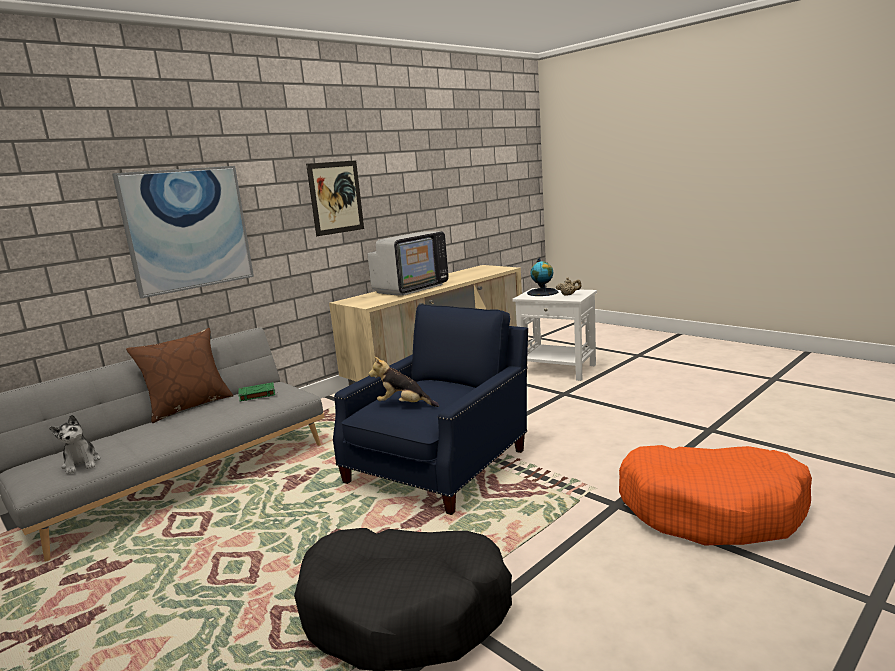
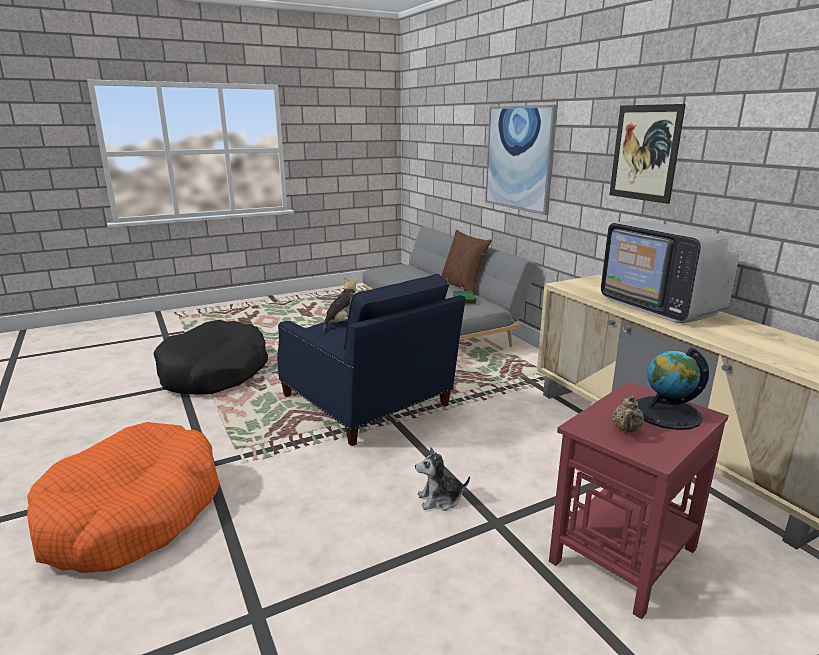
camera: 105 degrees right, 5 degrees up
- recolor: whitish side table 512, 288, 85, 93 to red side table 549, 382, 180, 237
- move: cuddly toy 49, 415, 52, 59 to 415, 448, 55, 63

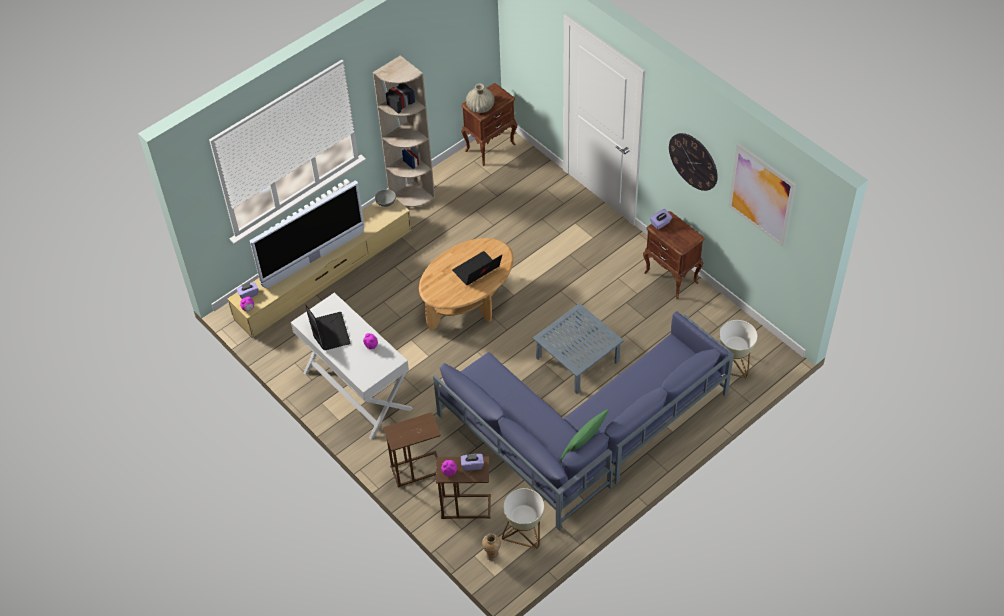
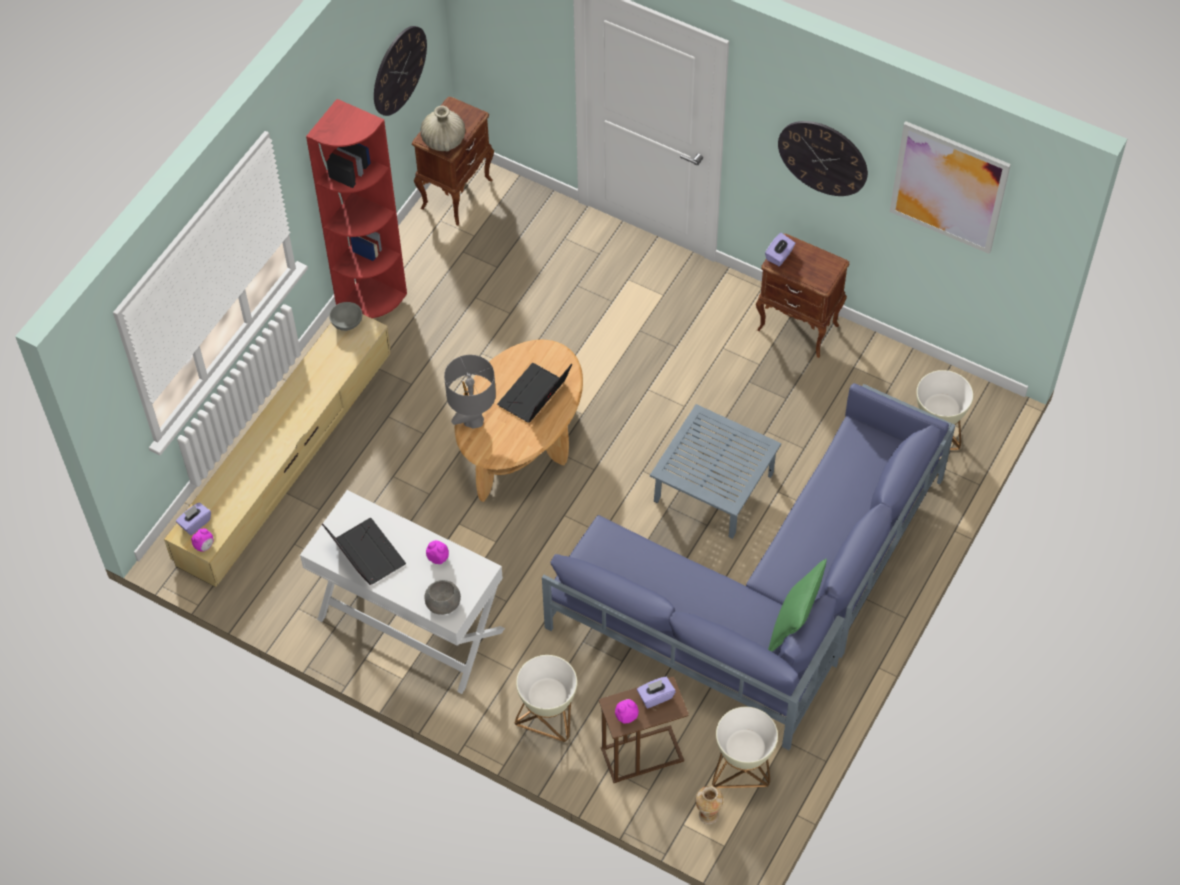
camera: 20 degrees left, 5 degrees up
- recolor: beige shelving unit 373, 55, 62, 152 to red shelving unit 306, 99, 101, 219
- delete: television 250, 181, 114, 107
- replace: brownish side table 383, 412, 58, 75 to planter 515, 655, 62, 87
- insert: clock on the wall 374, 26, 53, 90
- insert: grey tabletop lamp 444, 355, 52, 73
- insert: grey bowl 424, 580, 37, 35

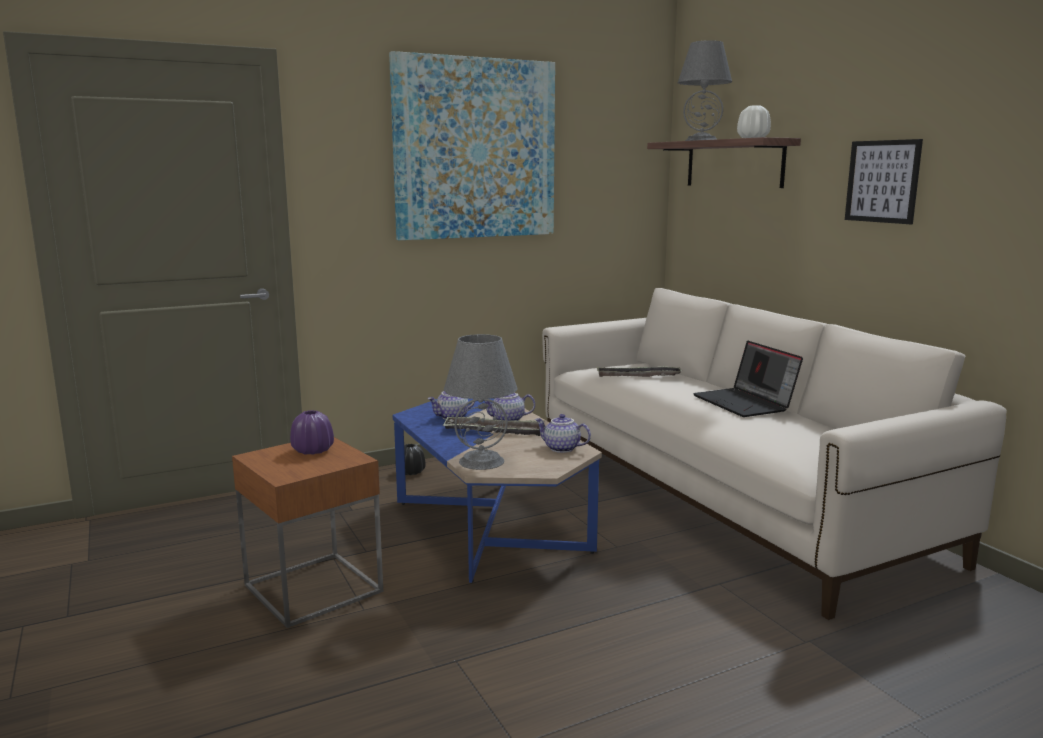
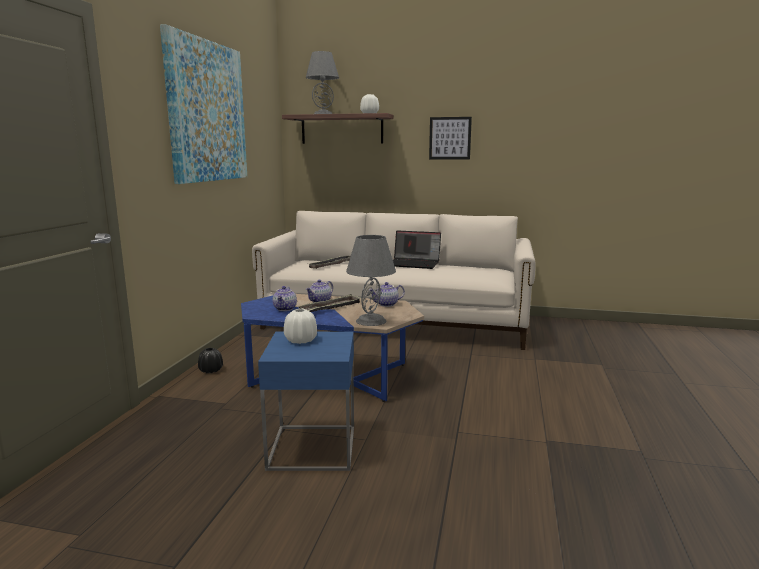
camera: 50 degrees left, 0 degrees up
- recolor: purple-coloured decorative vase 290, 410, 44, 45 to whitish decorative vase 284, 309, 33, 35
- recolor: brownish side table 232, 437, 151, 191 to blue-coloured side table 258, 332, 96, 139

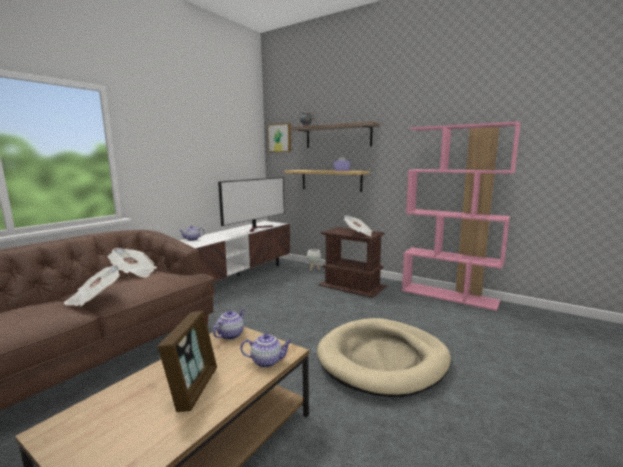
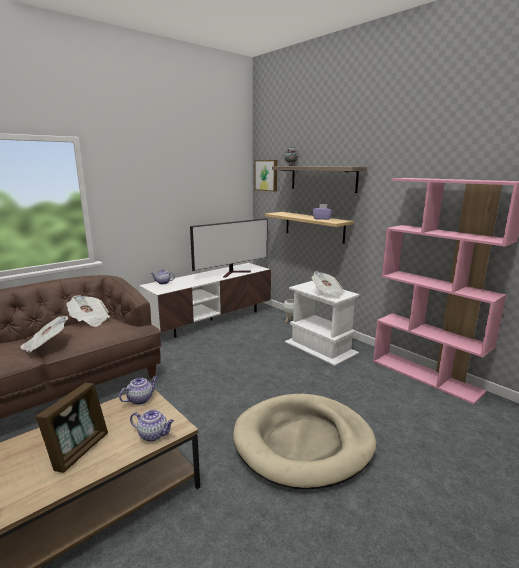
camera: 15 degrees right, 5 degrees up
- recolor: brownish side table 318, 227, 69, 71 to whitish side table 285, 281, 75, 85

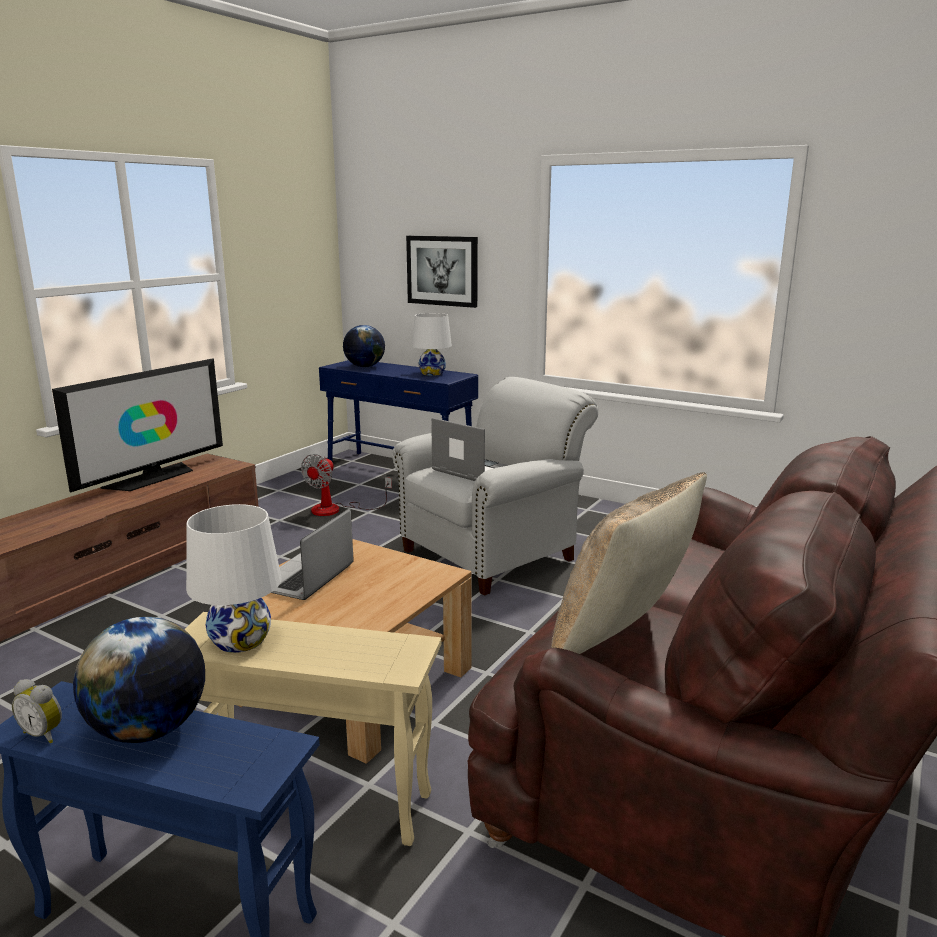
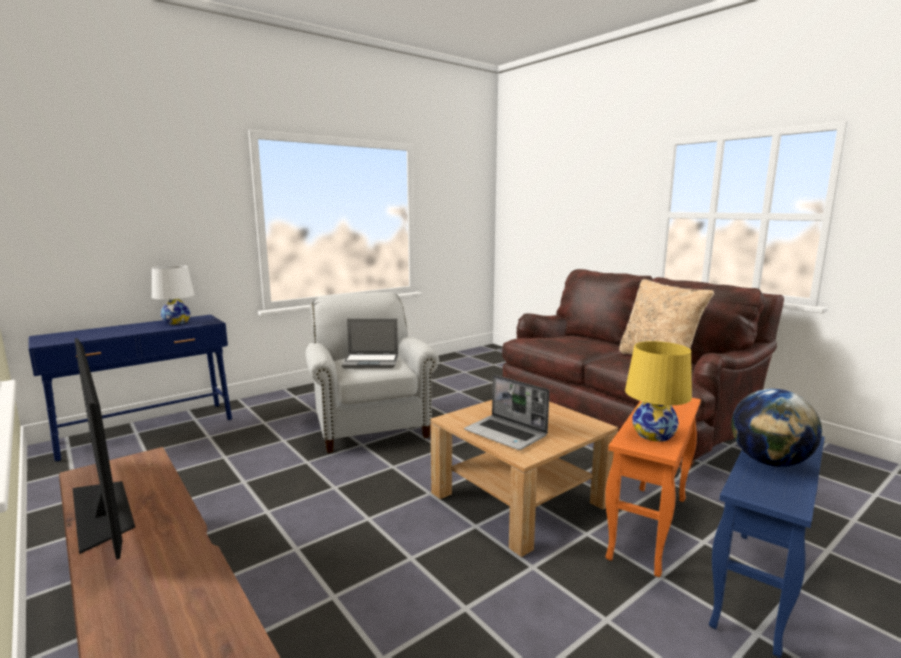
camera: 70 degrees left, 5 degrees down
- delete: wall art 406, 236, 72, 72
- delete: desk globe 343, 325, 42, 42
- rotate: portable computer 431, 418, 77, 63 = 342, 319, 56, 49 150 degrees counterclockwise
- delete: electric fan 301, 454, 91, 62
- recolor: whitish tabletop lamp 186, 504, 96, 149 to yellow tabletop lamp 625, 341, 67, 101
- recolor: beige side table 185, 612, 257, 234 to orangey side table 605, 398, 96, 179
- delete: table clock 12, 679, 50, 64

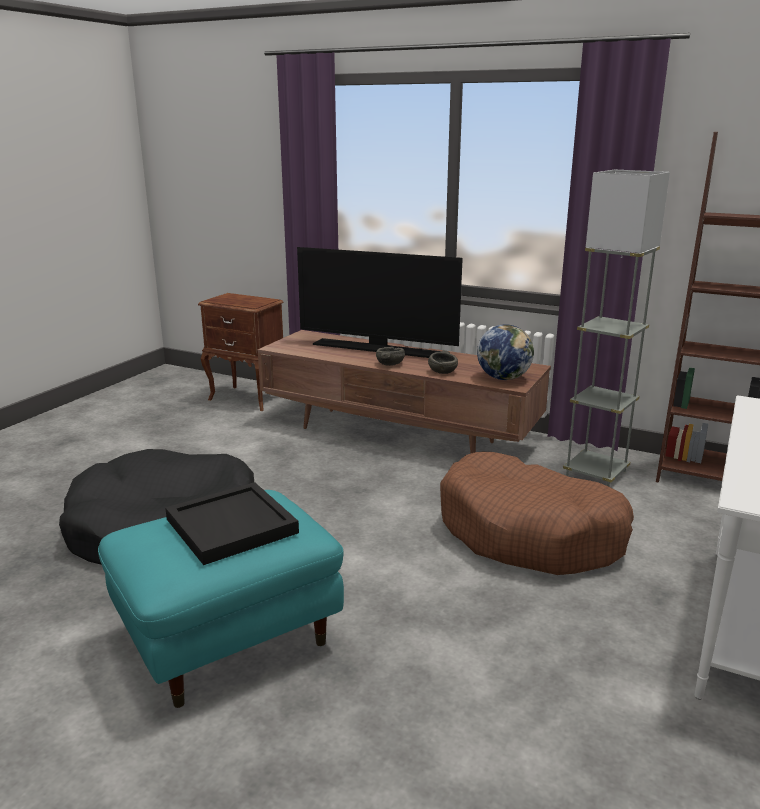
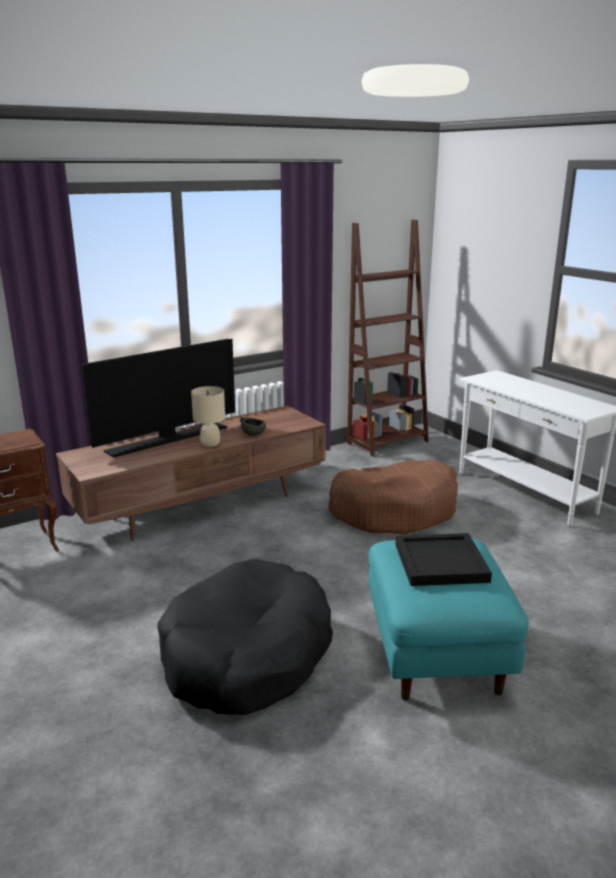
camera: 60 degrees left, 0 degrees up
- delete: grey standing lamp 563, 170, 107, 317
- delete: desk globe 477, 324, 57, 56
- replace: grey bowl 376, 347, 29, 19 to beige tabletop lamp 191, 386, 34, 61

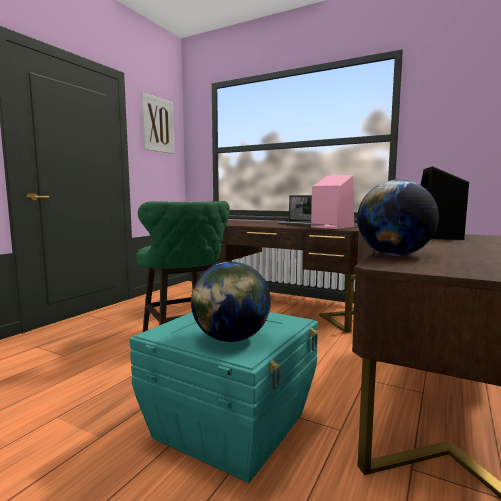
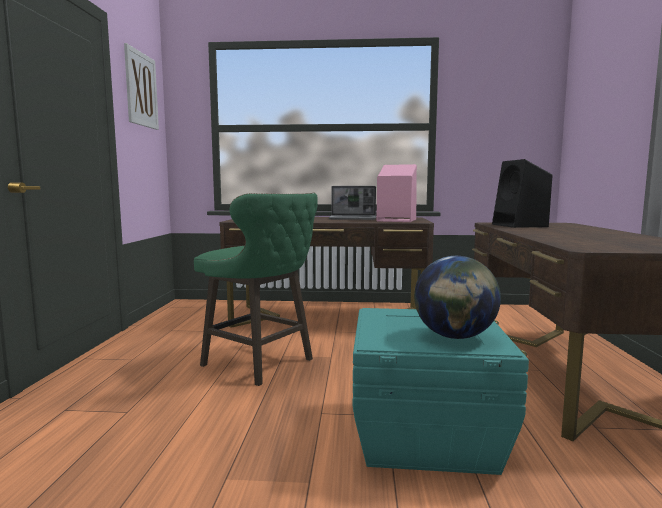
camera: 25 degrees left, 0 degrees up
- delete: desk globe 357, 180, 82, 76

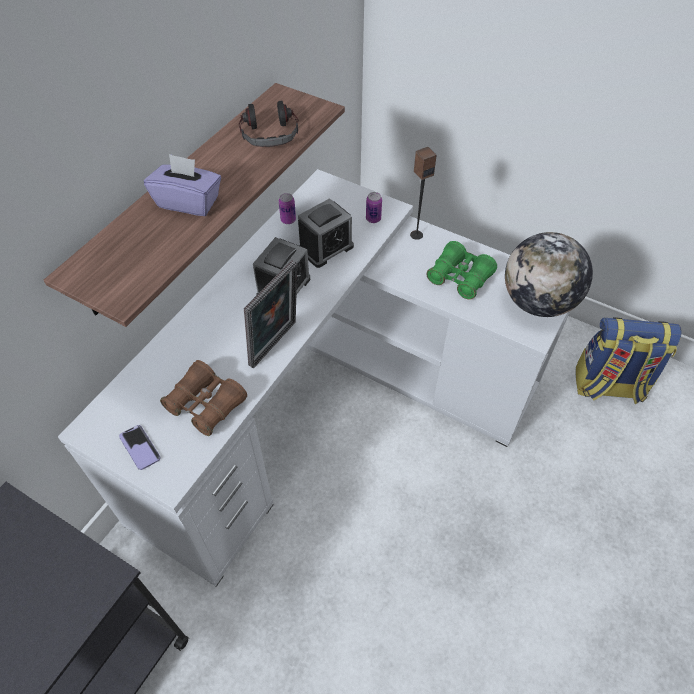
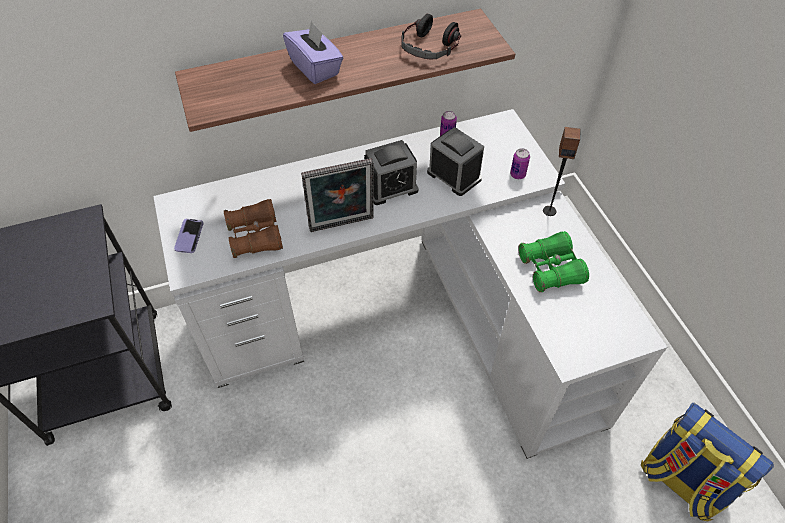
camera: 40 degrees right, 0 degrees up
- rotate: table clock 298, 198, 56, 70 = 427, 127, 57, 69 135 degrees counterclockwise
- delete: desk globe 505, 232, 88, 85

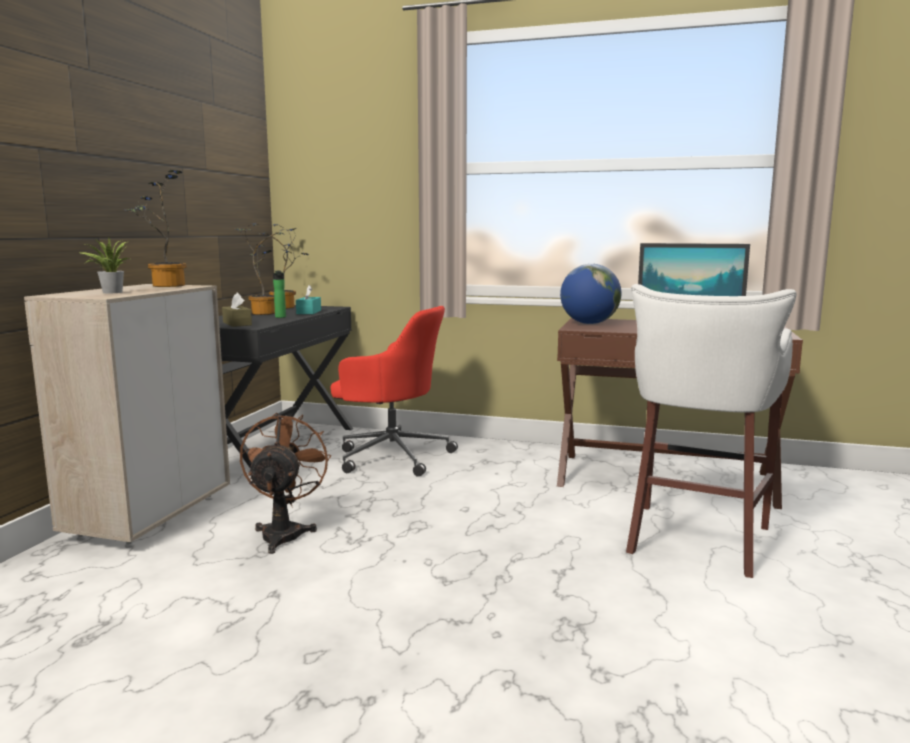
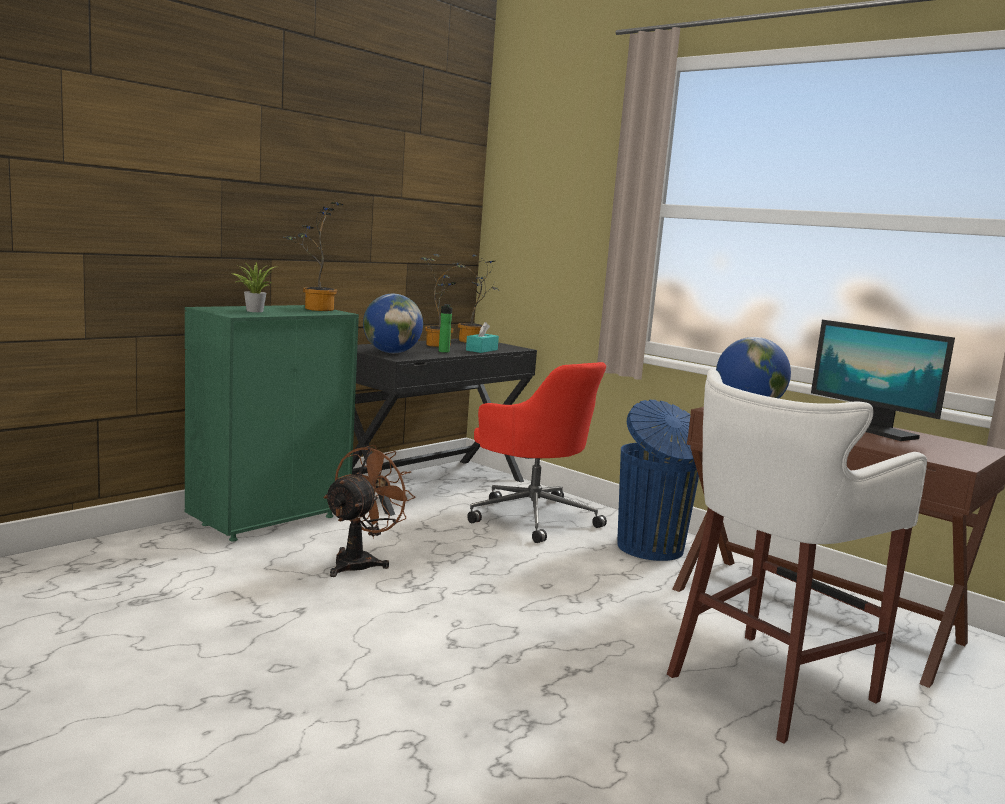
camera: 25 degrees right, 0 degrees up
- recolor: beige storage cabinet 24, 284, 206, 264 to green storage cabinet 184, 305, 175, 236
- replace: brownish tissue box 222, 293, 30, 34 to desk globe 363, 294, 60, 59
- insert: blue-coloured rubbish bin 618, 400, 81, 161

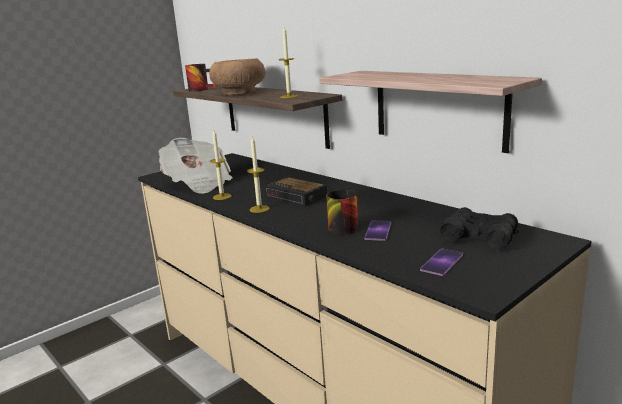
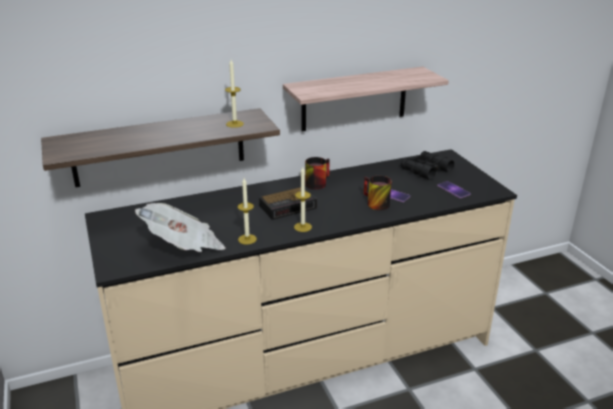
camera: 70 degrees left, 10 degrees up
- delete: brownish bowl 209, 58, 57, 37
- move: coffee mug 185, 64, 31, 27 to 305, 157, 25, 33

